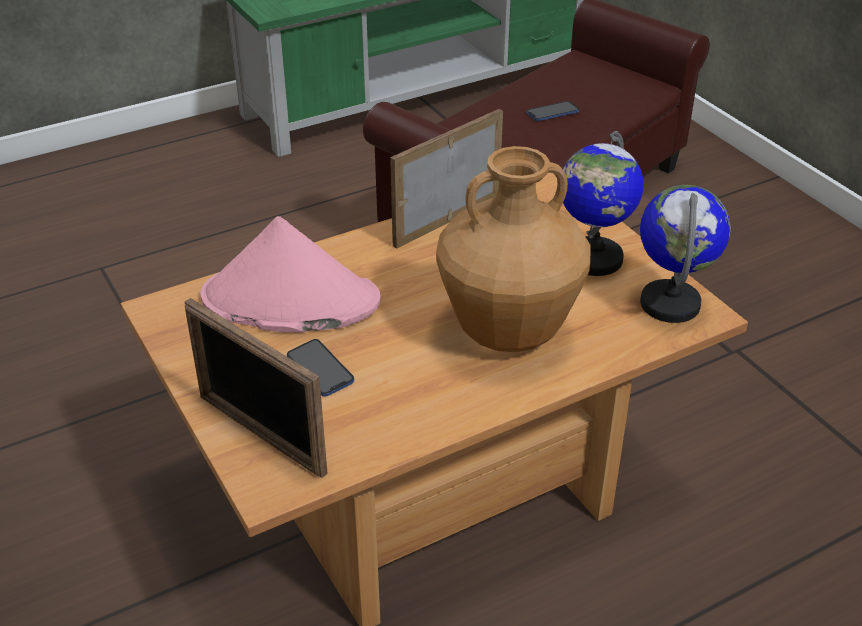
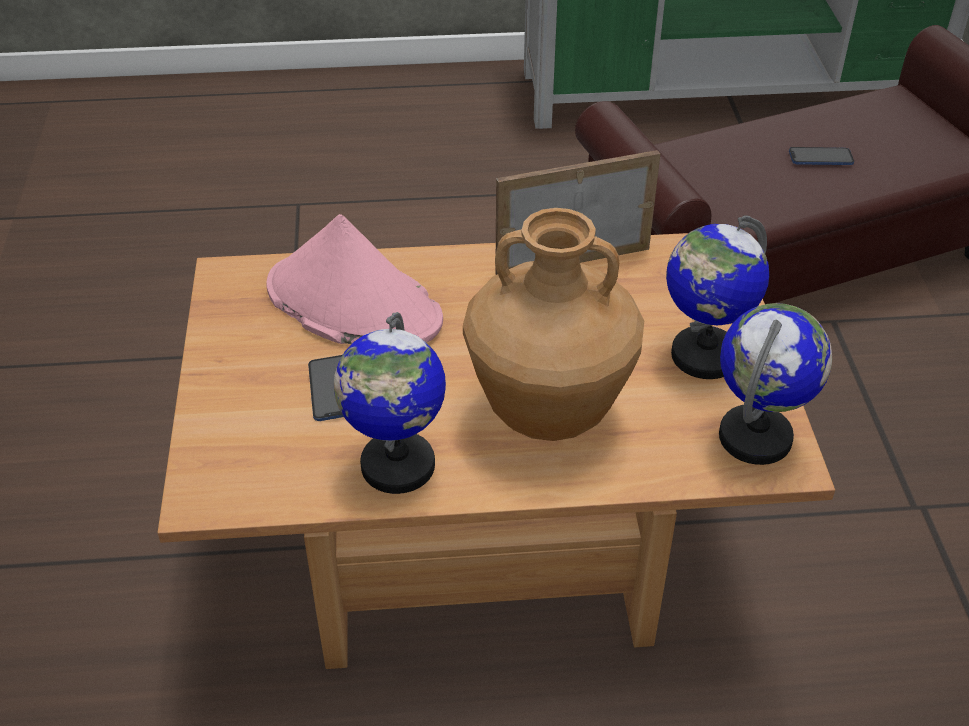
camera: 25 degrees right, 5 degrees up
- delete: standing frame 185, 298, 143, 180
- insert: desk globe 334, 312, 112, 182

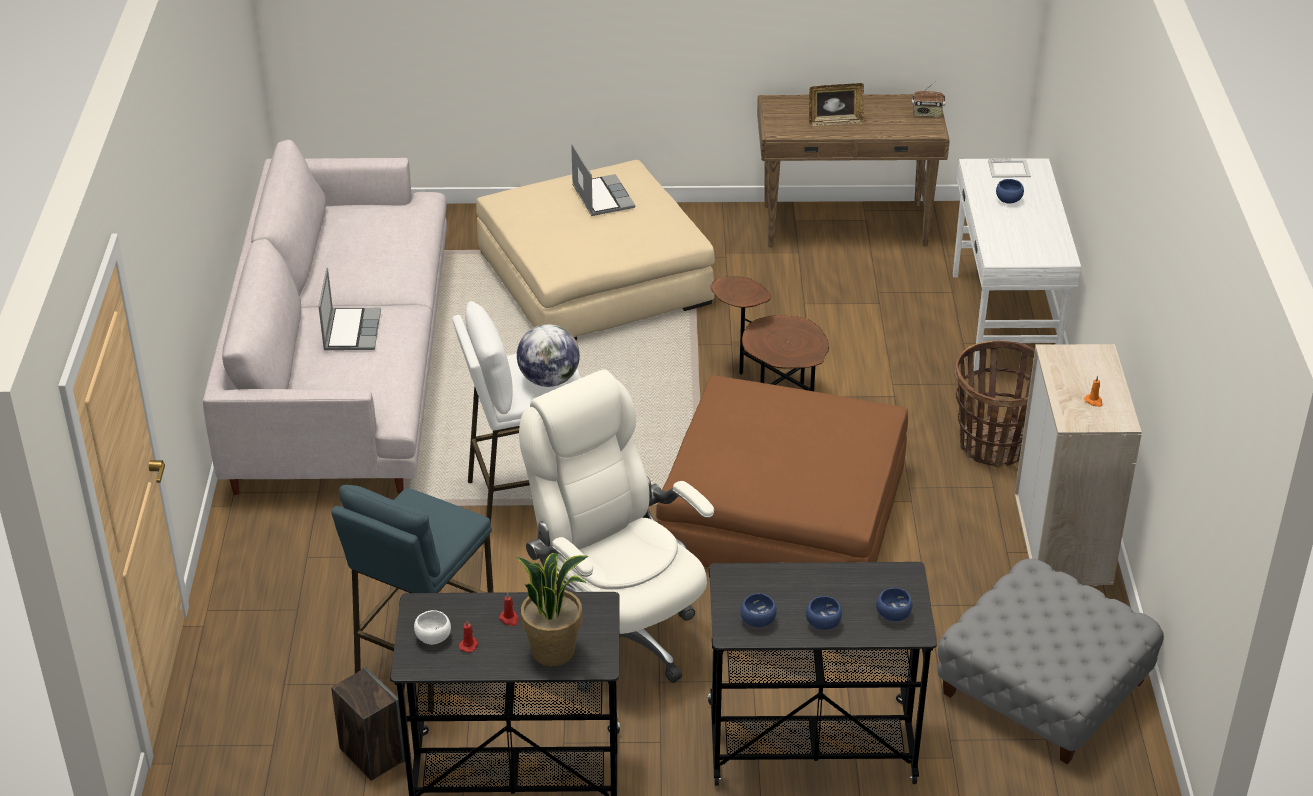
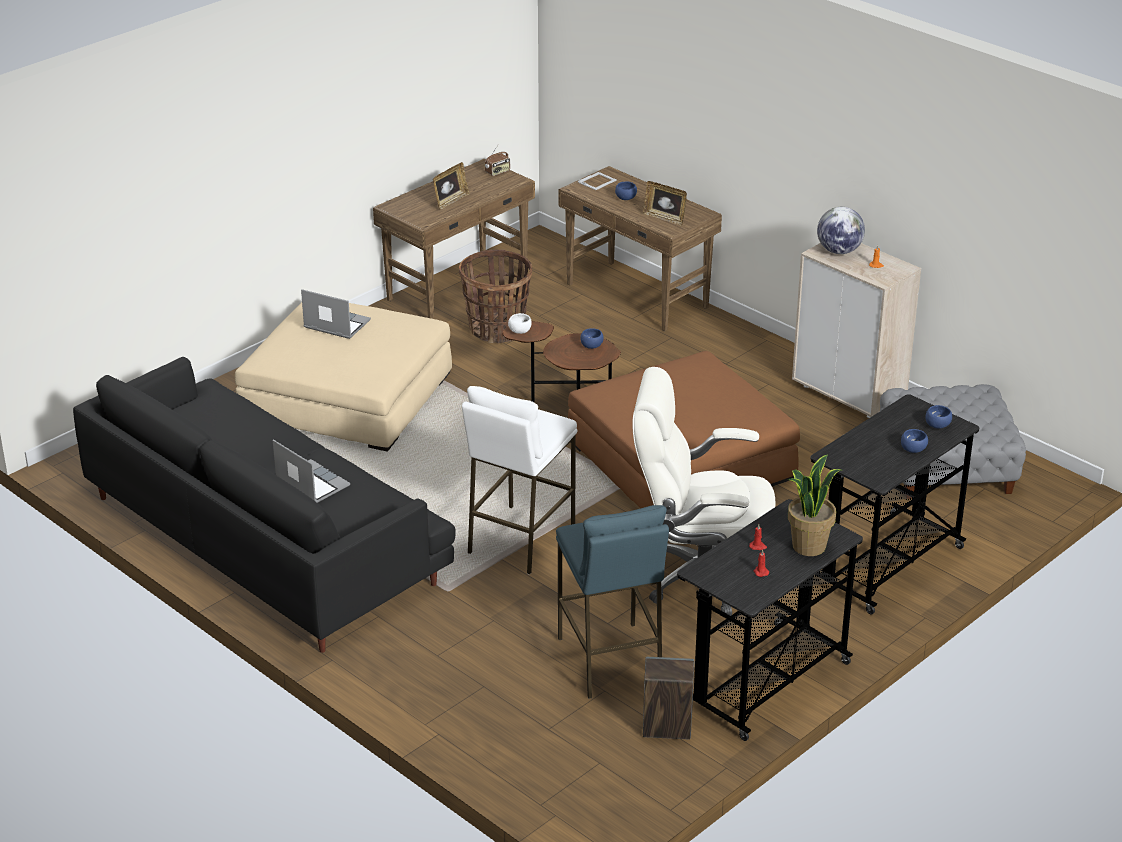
camera: 45 degrees left, 5 degrees down
- recolor: whitish couch 203, 140, 244, 355 to blackish couch 73, 357, 383, 296
- recolor: whitish console table 953, 158, 128, 213 to brownish console table 559, 166, 163, 165
- move: desk globe 517, 324, 63, 63 to 817, 207, 48, 47
- move: storage basket 954, 340, 81, 128 to 459, 250, 73, 93
- move: blue-coloured bowl 740, 593, 37, 34 to 580, 328, 24, 21
- move: whitish bowl 414, 610, 37, 35 to 508, 313, 24, 21
- insert: standing frame 643, 181, 44, 45

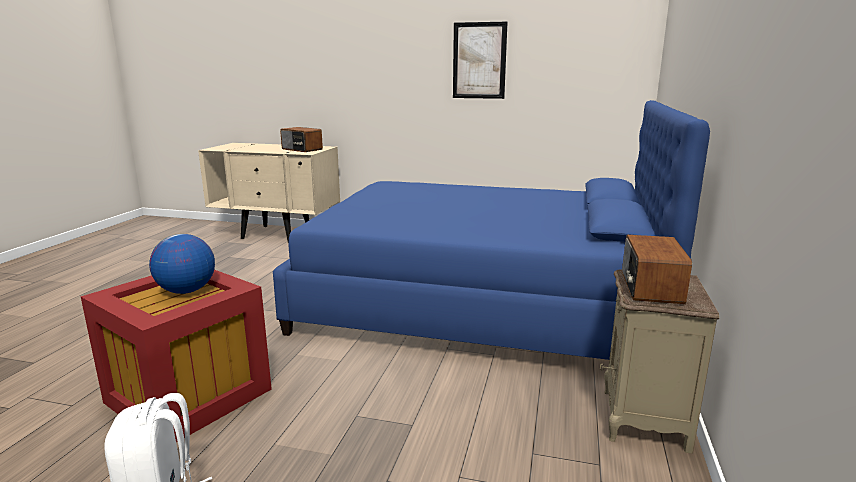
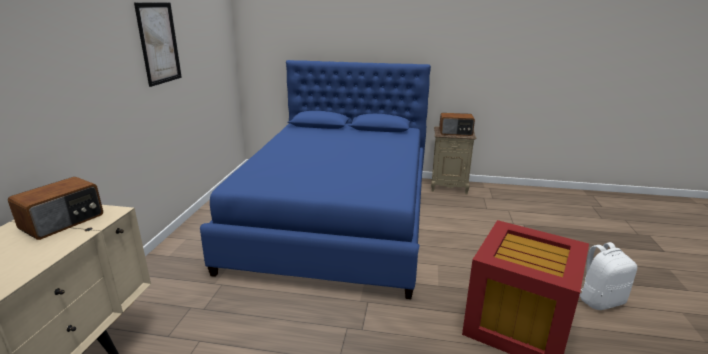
camera: 95 degrees left, 5 degrees up
- delete: desk globe 149, 234, 66, 60

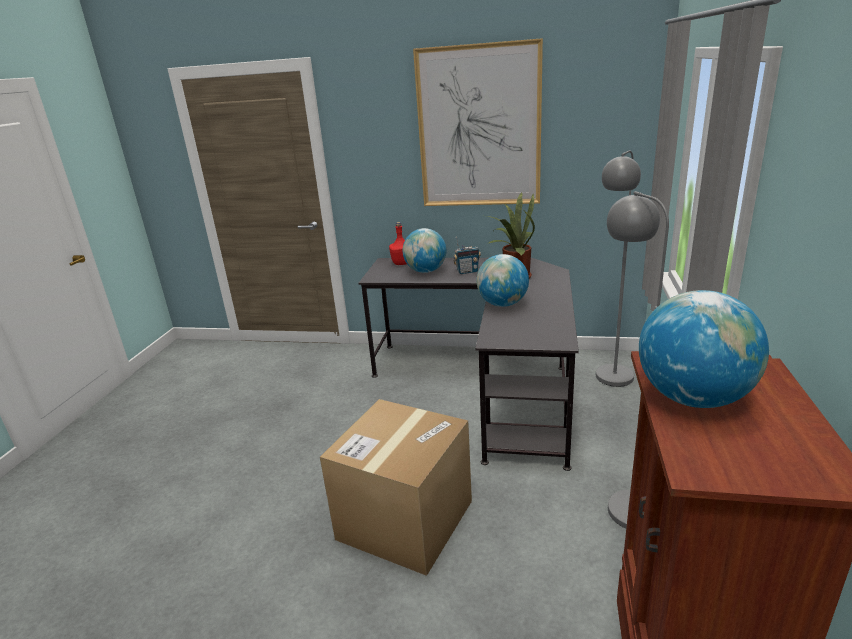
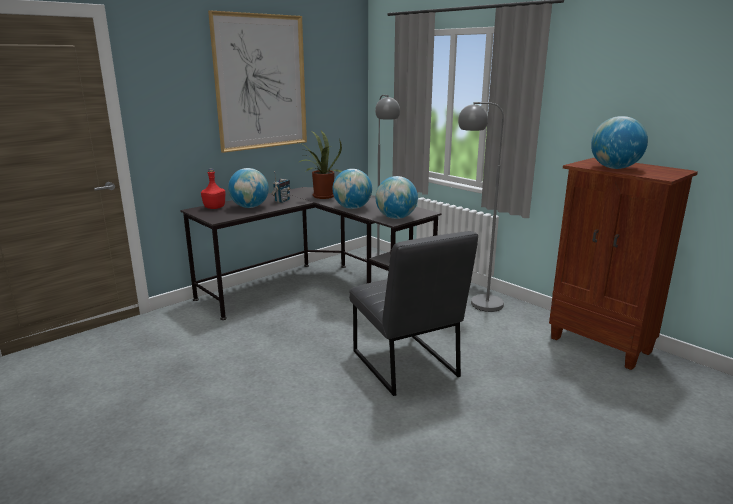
camera: 55 degrees left, 5 degrees down
- replace: carton 320, 399, 152, 177 to grey chair 349, 231, 129, 165
- insert: desk globe 376, 176, 42, 43

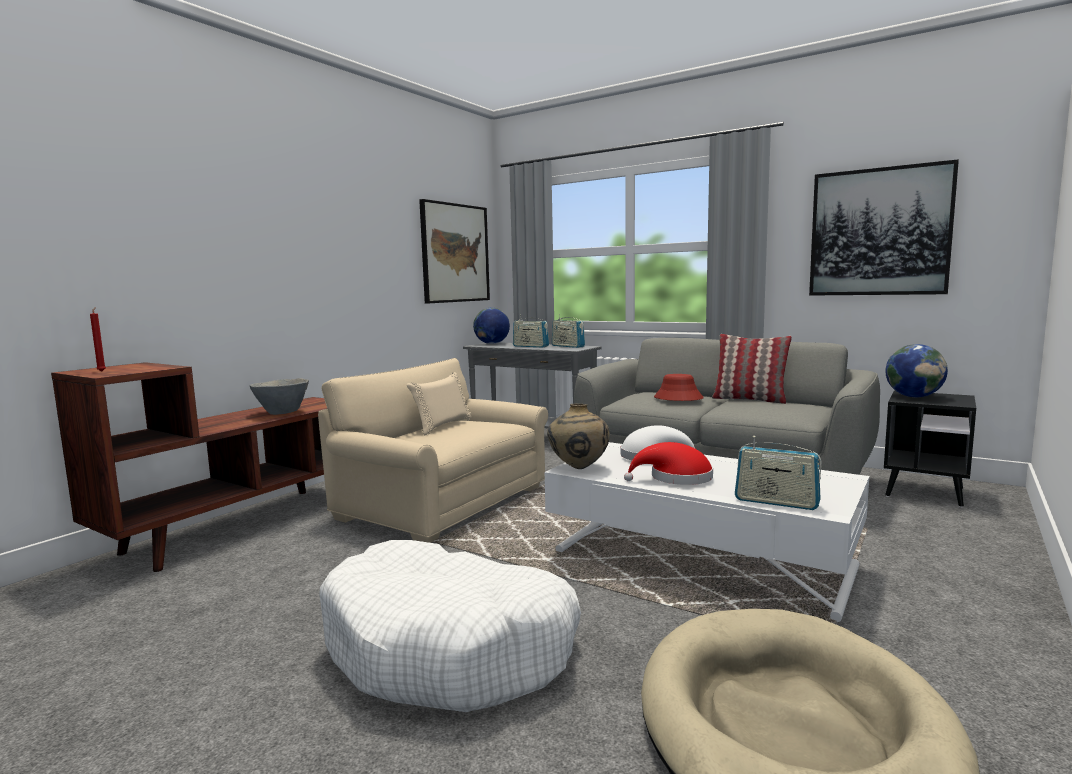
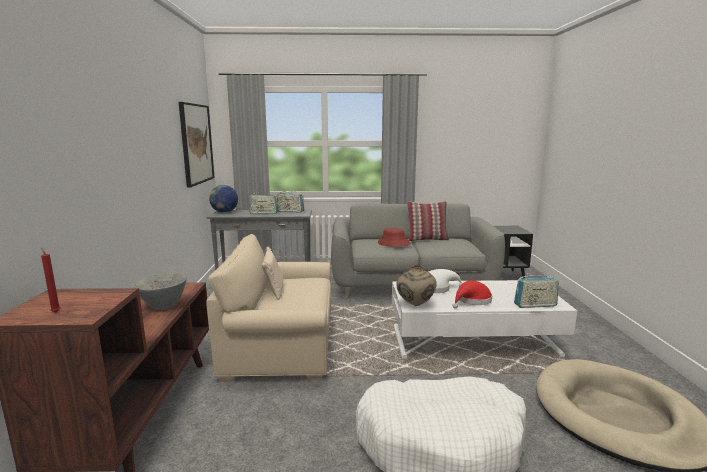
camera: 35 degrees left, 5 degrees up
- delete: wall art 809, 159, 150, 137
- delete: desk globe 885, 344, 63, 53

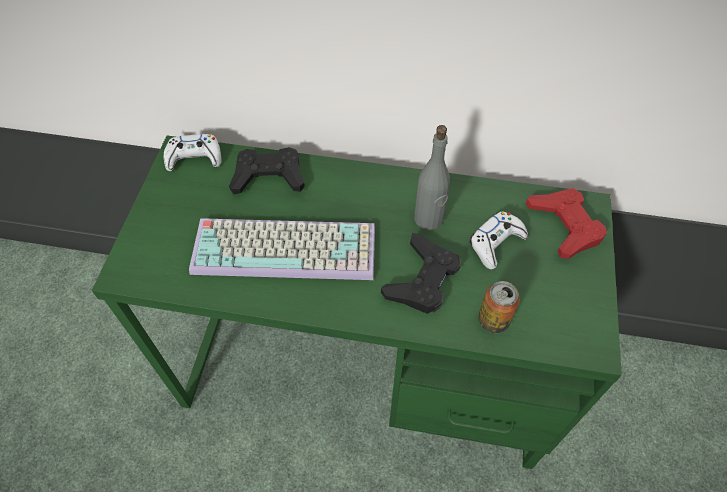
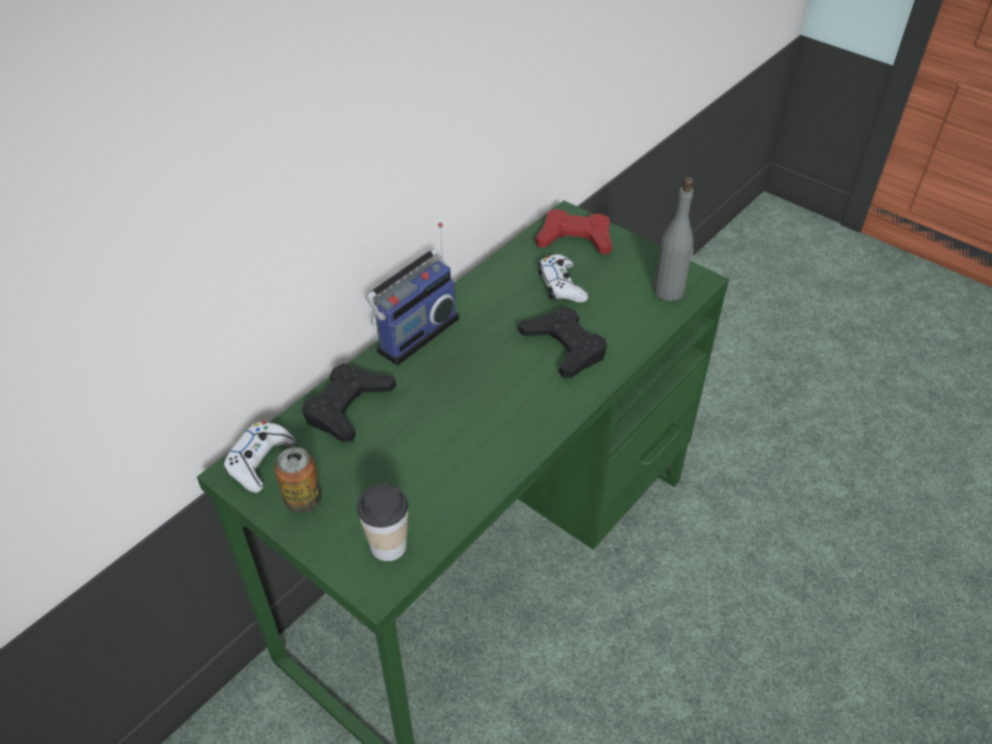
camera: 60 degrees left, 10 degrees down
- move: grey drink bottle 414, 125, 36, 105 to 653, 177, 41, 124
- delete: computer keyboard 189, 218, 186, 62
- move: can 478, 281, 42, 52 to 275, 447, 46, 66
- insert: radio receiver 365, 222, 94, 144
- insert: cup 357, 484, 51, 77

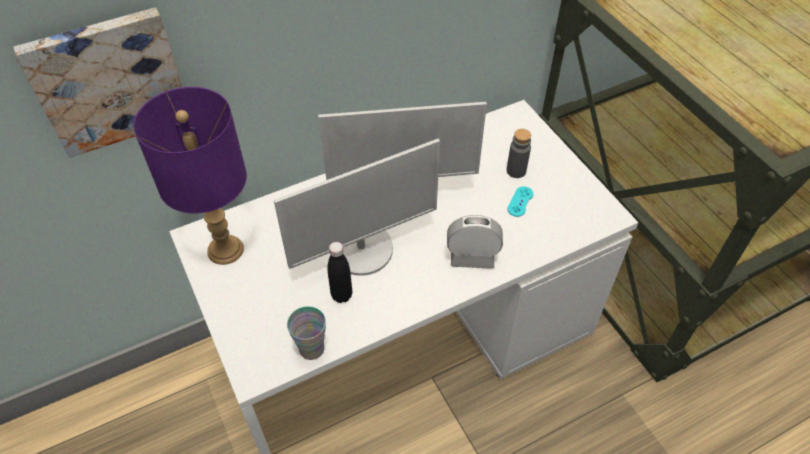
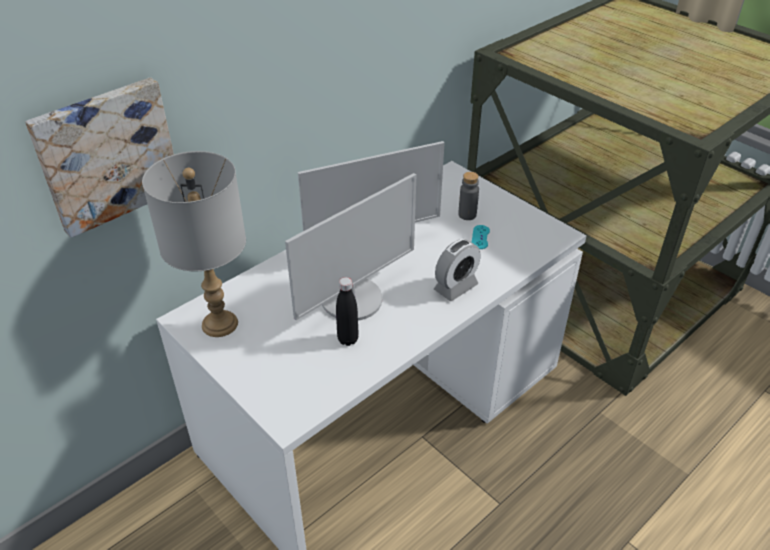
camera: 15 degrees left, 10 degrees down
- recolor: purple-coloured tabletop lamp 133, 87, 114, 178 to grey tabletop lamp 142, 151, 104, 186
- rotate: table clock 447, 215, 56, 54 = 434, 239, 46, 62 150 degrees clockwise
- delete: cup 287, 306, 39, 54

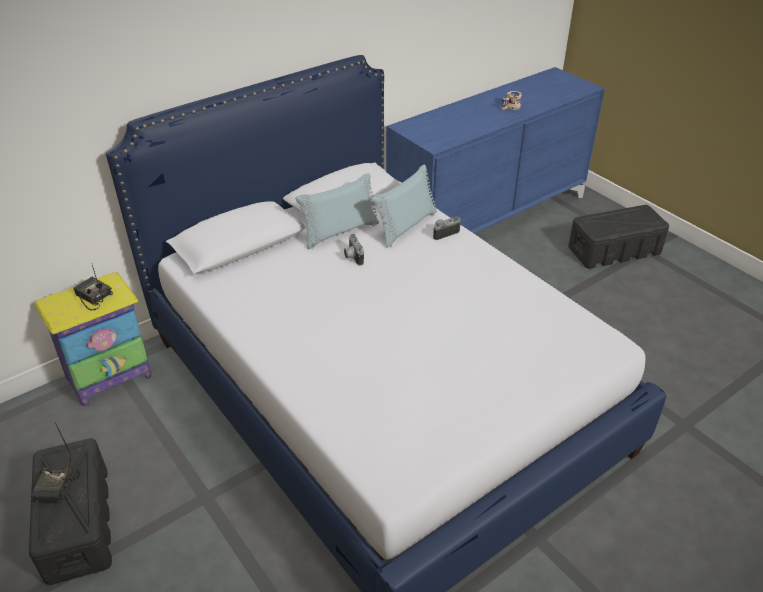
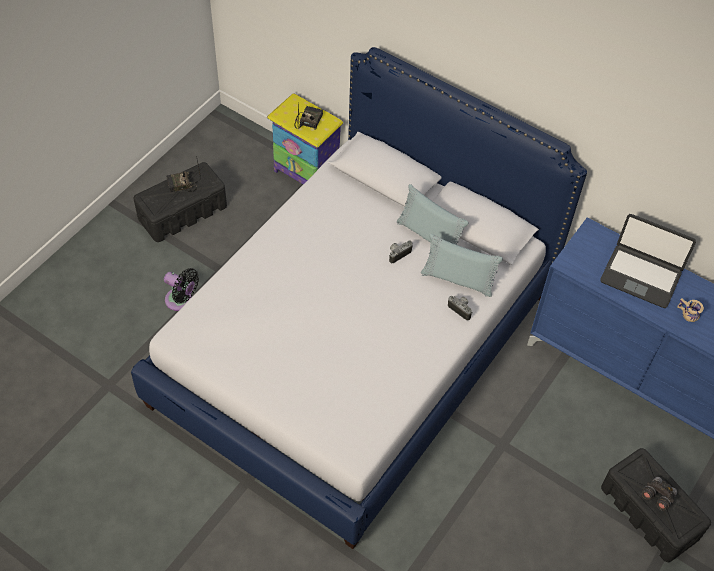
camera: 70 degrees right, 15 degrees up
- insert: portable computer 600, 214, 96, 94
- insert: blackish electric fan 164, 268, 35, 43
- insert: grey pair of binoculars 642, 477, 35, 34

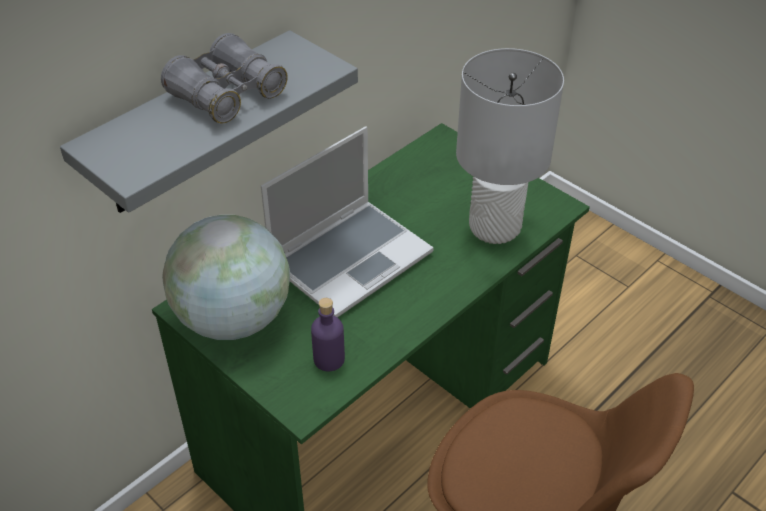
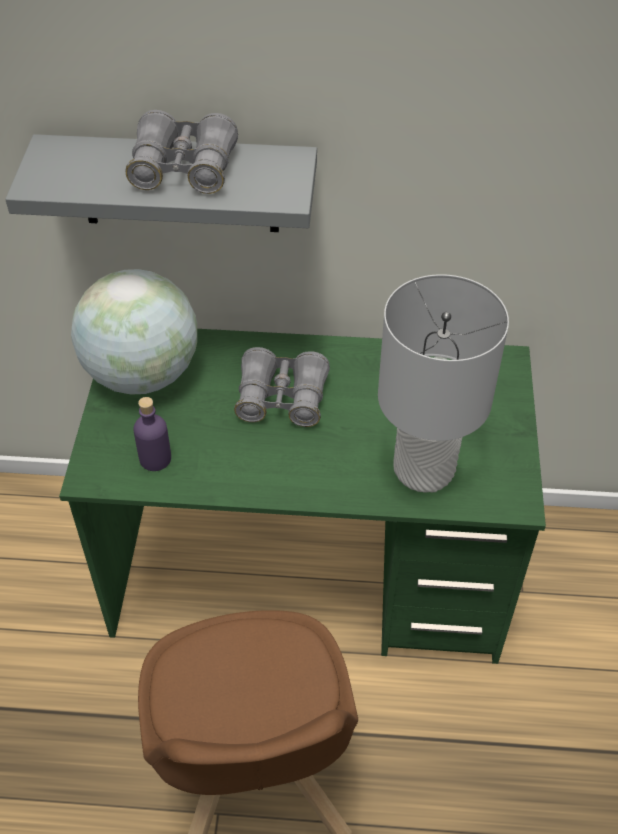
camera: 50 degrees right, 5 degrees up
- replace: portable computer 261, 126, 173, 192 to grey pair of binoculars 234, 347, 96, 80

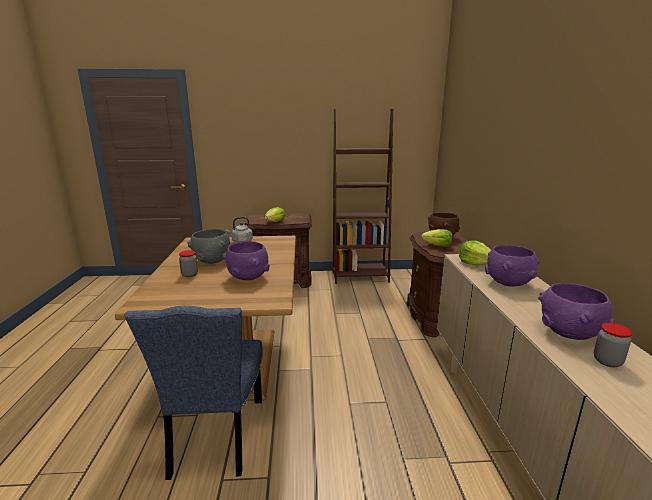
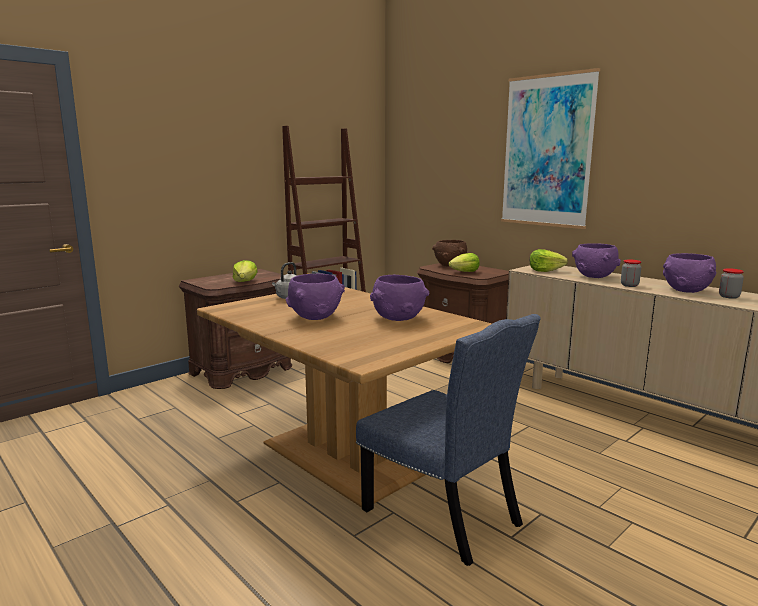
camera: 40 degrees left, 5 degrees down
- recolor: grey bowl 187, 229, 45, 35 to purple-coloured bowl 286, 273, 59, 47
- move: preserve jar 179, 250, 19, 27 to 621, 260, 20, 27
- insert: wall art 501, 68, 99, 161

